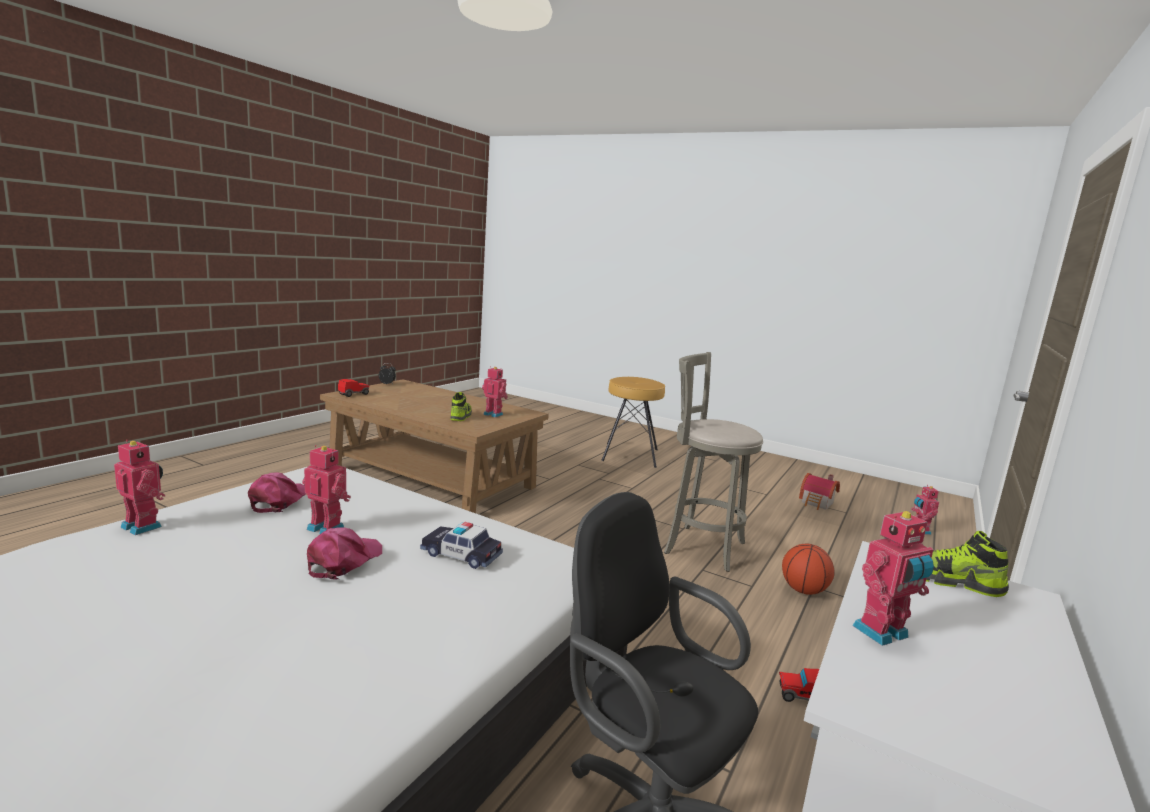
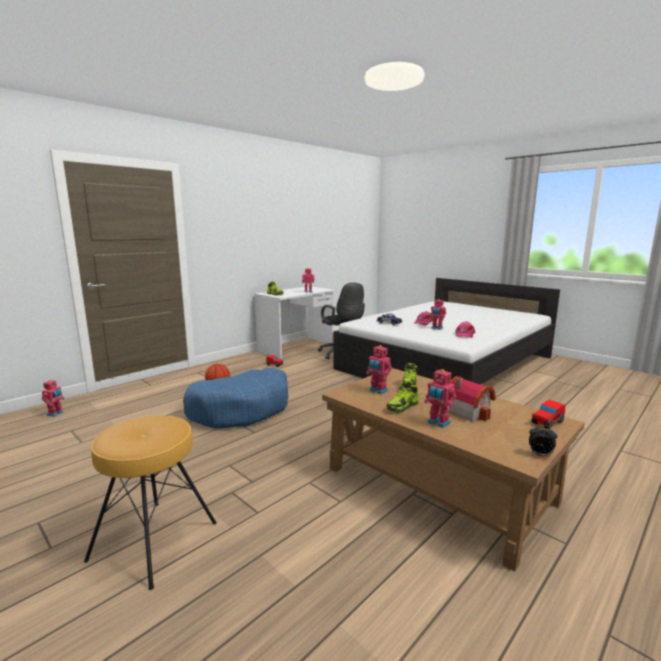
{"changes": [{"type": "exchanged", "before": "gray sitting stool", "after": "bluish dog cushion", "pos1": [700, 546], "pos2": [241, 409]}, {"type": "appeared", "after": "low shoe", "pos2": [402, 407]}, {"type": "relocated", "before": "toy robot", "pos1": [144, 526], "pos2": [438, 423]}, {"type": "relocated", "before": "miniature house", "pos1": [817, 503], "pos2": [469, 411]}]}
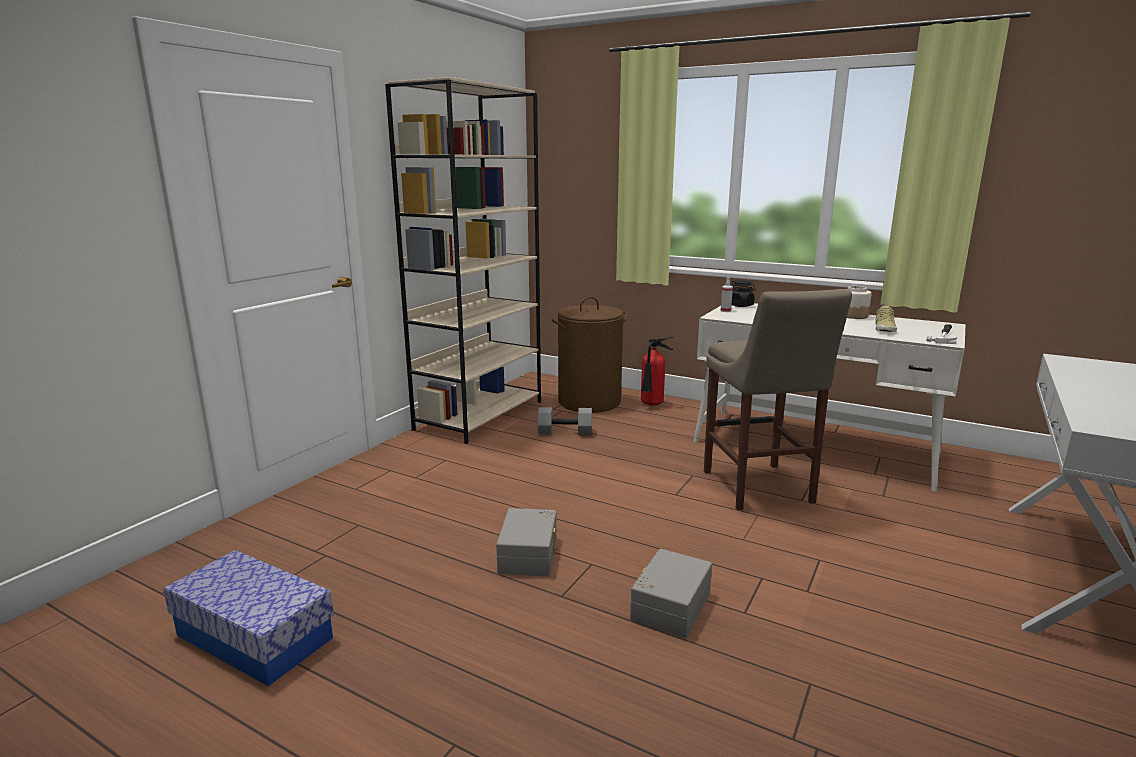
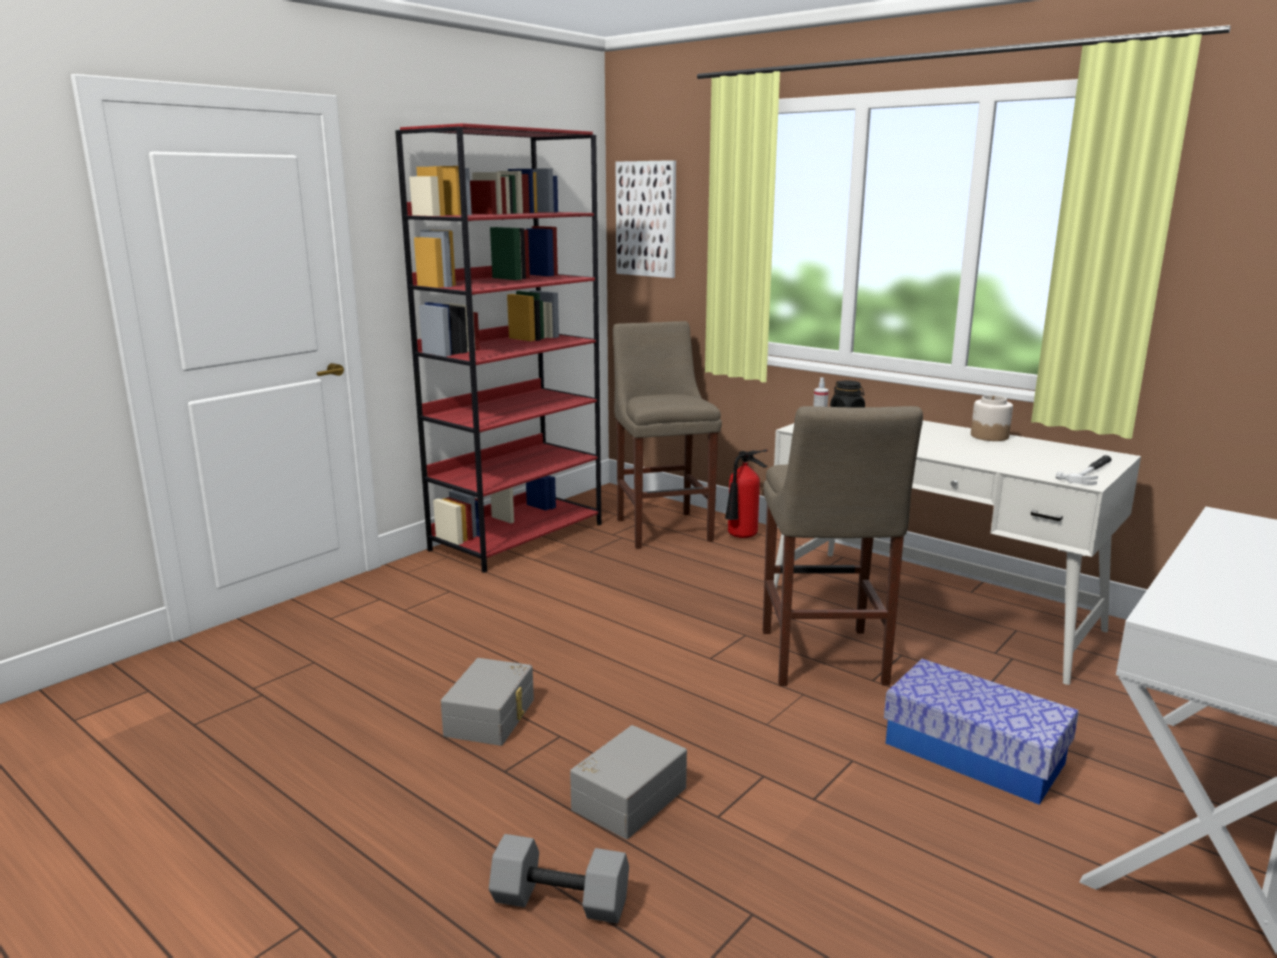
{"changes": [{"type": "colour", "before": "sand-coloured shelving unit", "after": "red shelving unit", "pos1": [479, 415], "pos2": [518, 536]}, {"type": "relocated", "before": "gray hand weight", "pos1": [565, 431], "pos2": [562, 900]}, {"type": "exchanged", "before": "brownish washing basket", "after": "sand-coloured sitting stool", "pos1": [589, 402], "pos2": [662, 528]}, {"type": "appeared", "after": "wall art", "pos2": [646, 219]}, {"type": "relocated", "before": "storage container", "pos1": [255, 636], "pos2": [974, 753]}, {"type": "missing", "before": "sand-coloured low shoe", "pos1": [885, 329]}]}
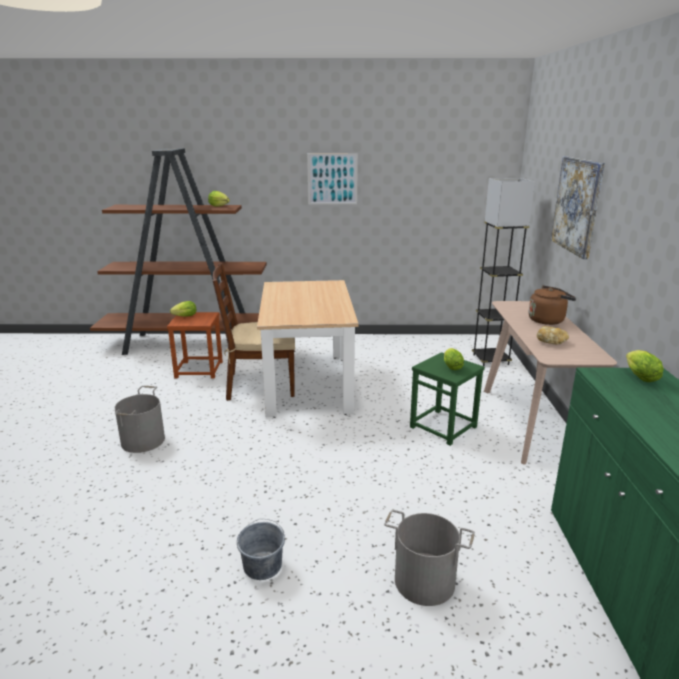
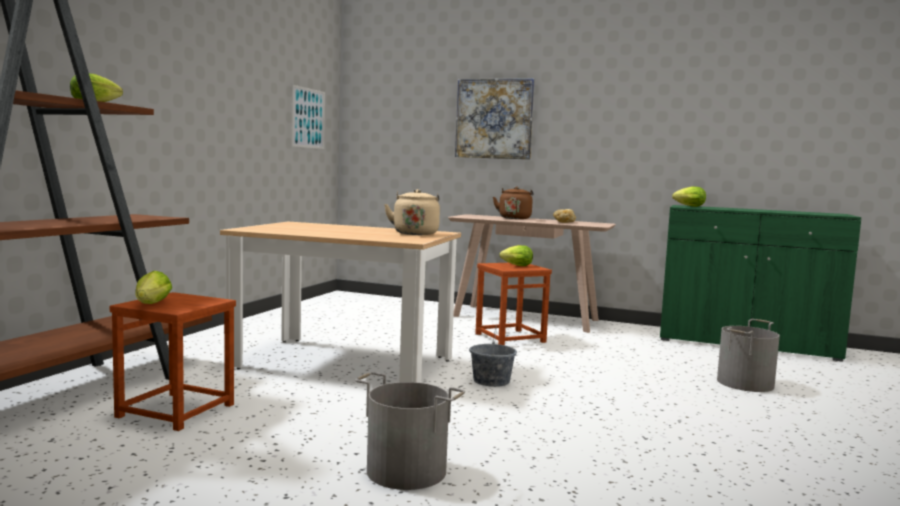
{"changes": [{"type": "relocated", "before": "wall art", "pos1": [332, 179], "pos2": [308, 118]}, {"type": "appeared", "after": "sand-coloured tea kettle", "pos2": [415, 233]}, {"type": "relocated", "before": "gray bucket", "pos1": [263, 566], "pos2": [491, 381]}, {"type": "colour", "before": "greenish sitting stool", "after": "brownish sitting stool", "pos1": [443, 427], "pos2": [510, 338]}, {"type": "missing", "before": "brownish plain chair", "pos1": [260, 385]}, {"type": "missing", "before": "gray standing lamp", "pos1": [490, 360]}]}
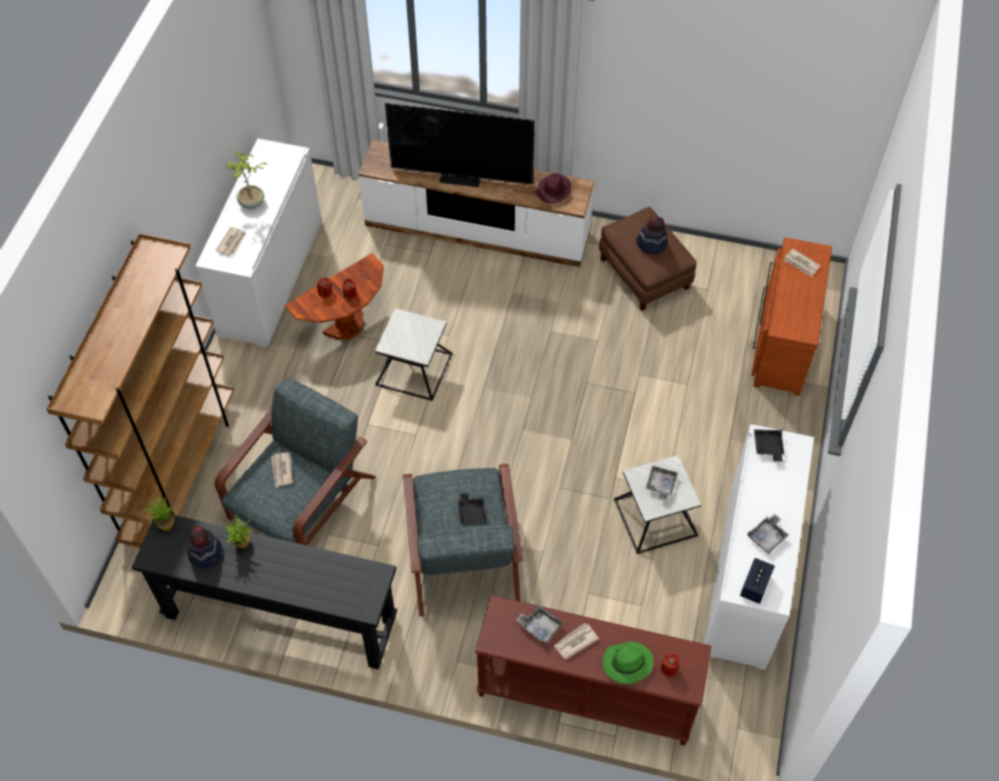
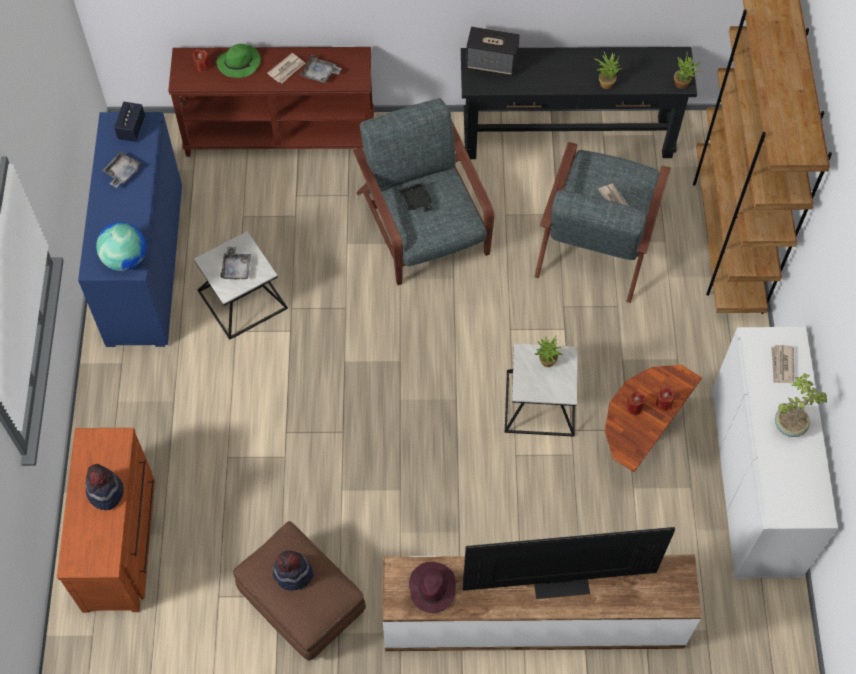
{"changes": [{"type": "colour", "before": "white-coloured storage cabinet", "after": "bluish storage cabinet", "pos1": [747, 575], "pos2": [145, 264]}, {"type": "relocated", "before": "clothing hat", "pos1": [206, 552], "pos2": [105, 492]}, {"type": "exchanged", "before": "black carrying tray", "after": "desk globe", "pos1": [768, 447], "pos2": [125, 259]}, {"type": "appeared", "after": "speaker", "pos2": [492, 64]}, {"type": "appeared", "after": "potted plant", "pos2": [546, 363]}, {"type": "missing", "before": "printed paper", "pos1": [801, 264]}]}
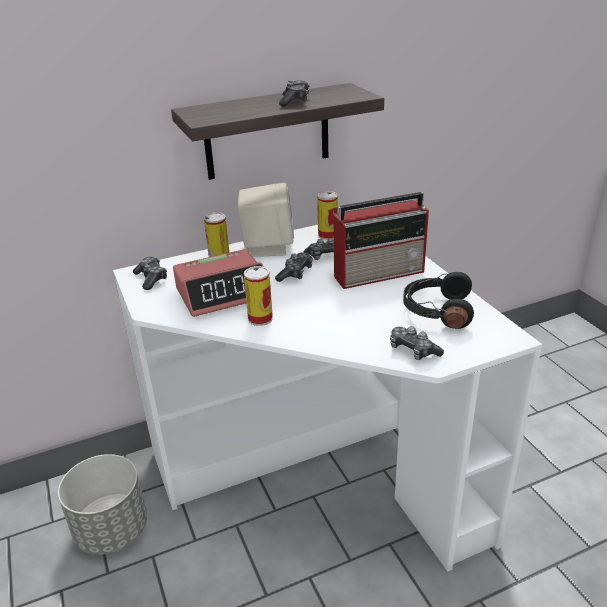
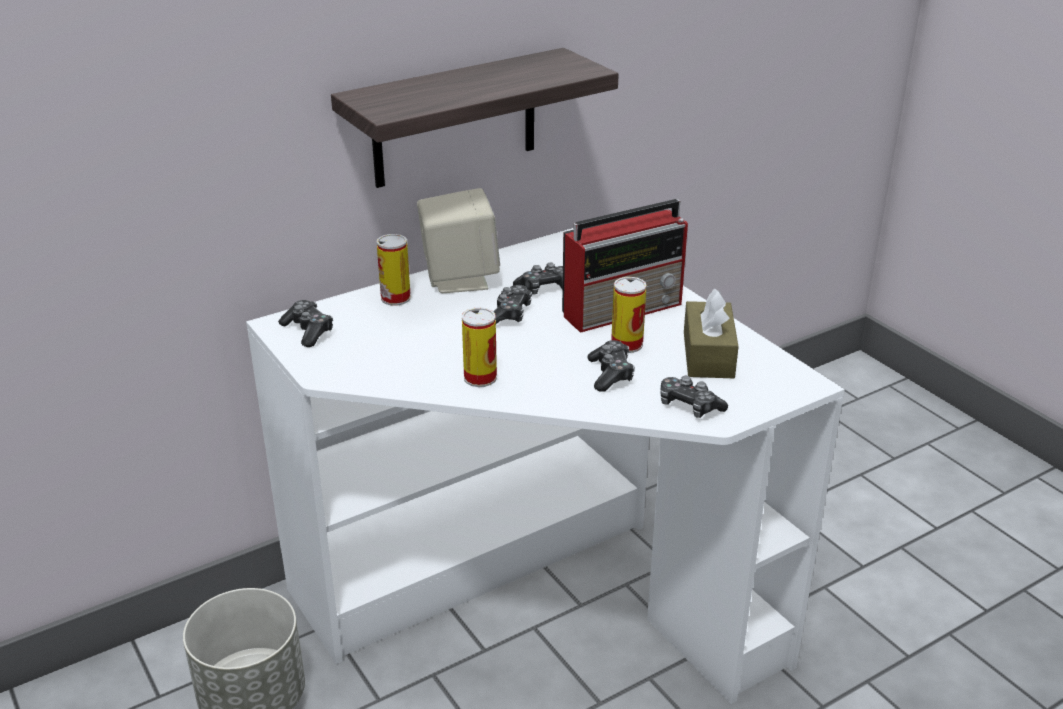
{"changes": [{"type": "relocated", "before": "game controller", "pos1": [295, 101], "pos2": [610, 374]}, {"type": "relocated", "before": "sealed can", "pos1": [328, 235], "pos2": [627, 344]}, {"type": "exchanged", "before": "black pair of headphones", "after": "brownish box of tissues", "pos1": [437, 310], "pos2": [708, 355]}, {"type": "missing", "before": "alarm clock", "pos1": [222, 293]}]}
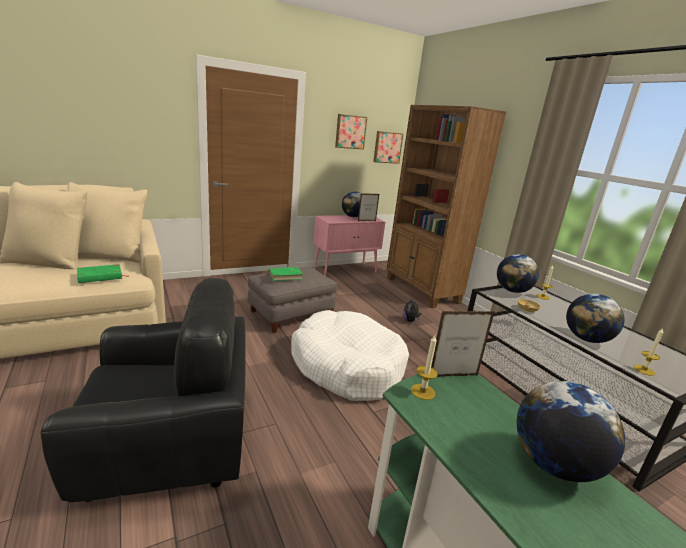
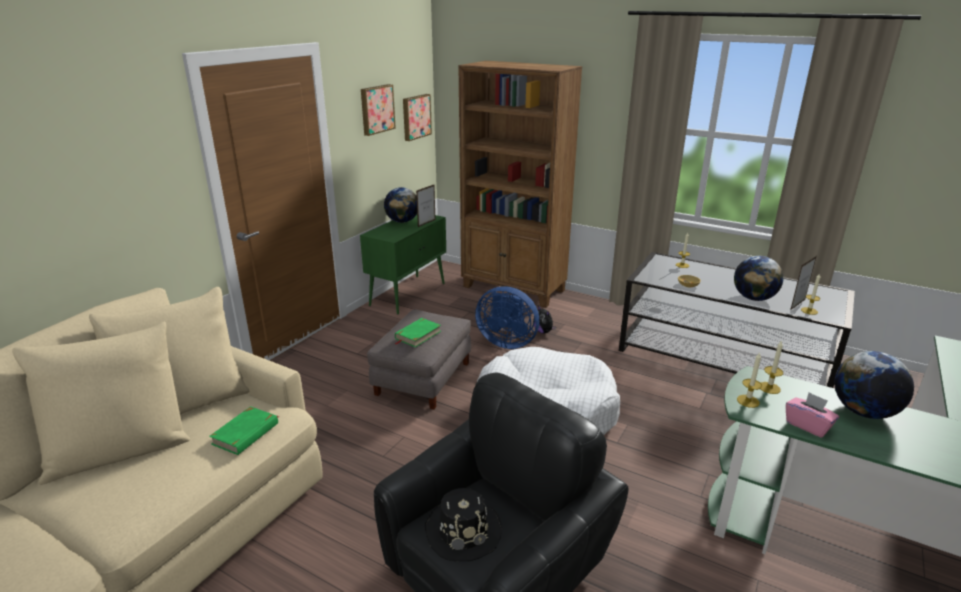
{"changes": [{"type": "colour", "before": "pink storage cabinet", "after": "greenish storage cabinet", "pos1": [345, 270], "pos2": [408, 294]}, {"type": "appeared", "after": "black clothing hat", "pos2": [463, 531]}, {"type": "appeared", "after": "bluish fan", "pos2": [507, 342]}, {"type": "appeared", "after": "wax light", "pos2": [769, 388]}, {"type": "appeared", "after": "pink box of tissues", "pos2": [808, 425]}, {"type": "relocated", "before": "photo frame", "pos1": [453, 376], "pos2": [797, 305]}, {"type": "missing", "before": "desk globe", "pos1": [512, 291]}]}
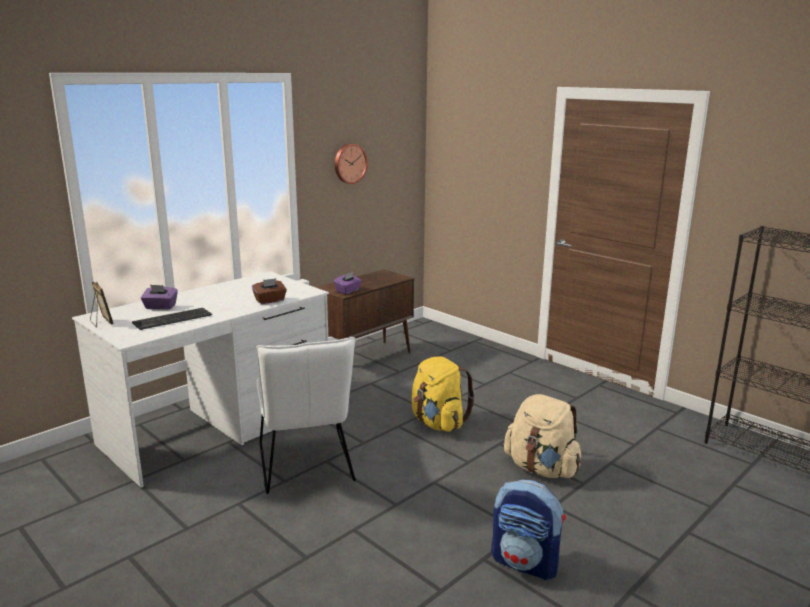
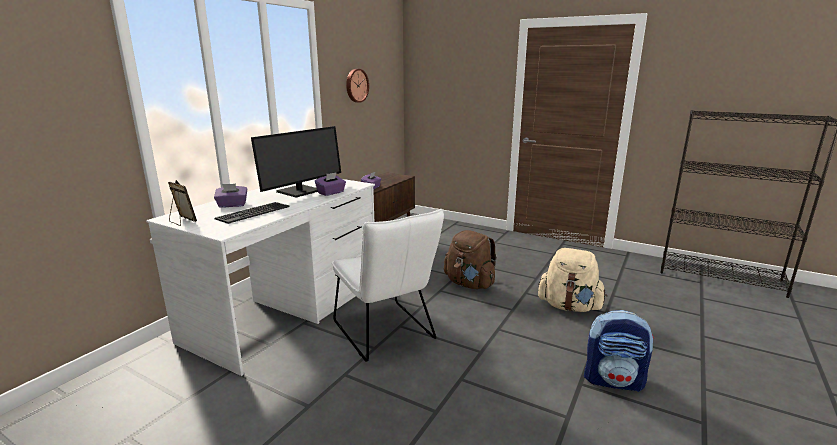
{"changes": [{"type": "appeared", "after": "computer screen", "pos2": [300, 191]}, {"type": "colour", "before": "brownish box of tissues", "after": "purplish box of tissues", "pos1": [270, 300], "pos2": [331, 193]}, {"type": "colour", "before": "yellowish rucksack", "after": "brownish rucksack", "pos1": [438, 423], "pos2": [469, 284]}]}
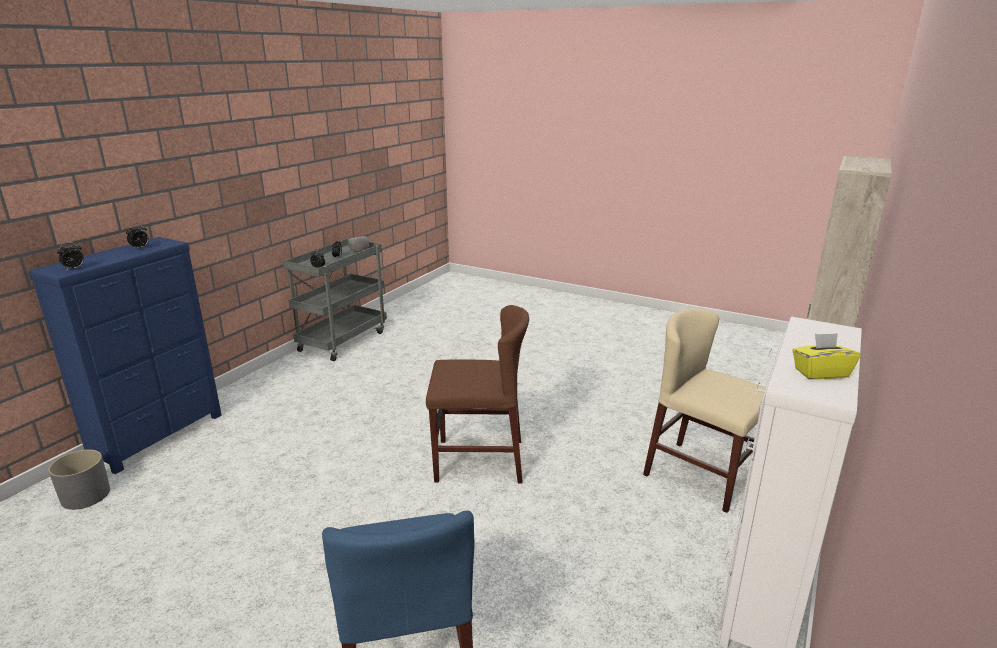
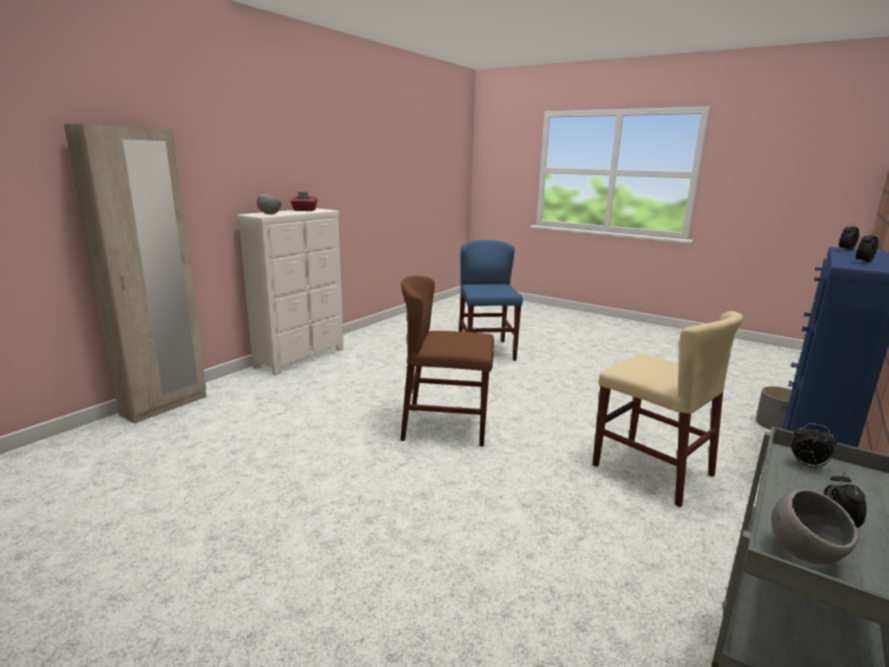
{"changes": [{"type": "appeared", "after": "gray bowl", "pos2": [269, 214]}, {"type": "colour", "before": "yellowish box of tissues", "after": "red box of tissues", "pos1": [820, 373], "pos2": [304, 210]}, {"type": "relocated", "before": "sand-coloured plain chair", "pos1": [700, 475], "pos2": [652, 470]}]}
